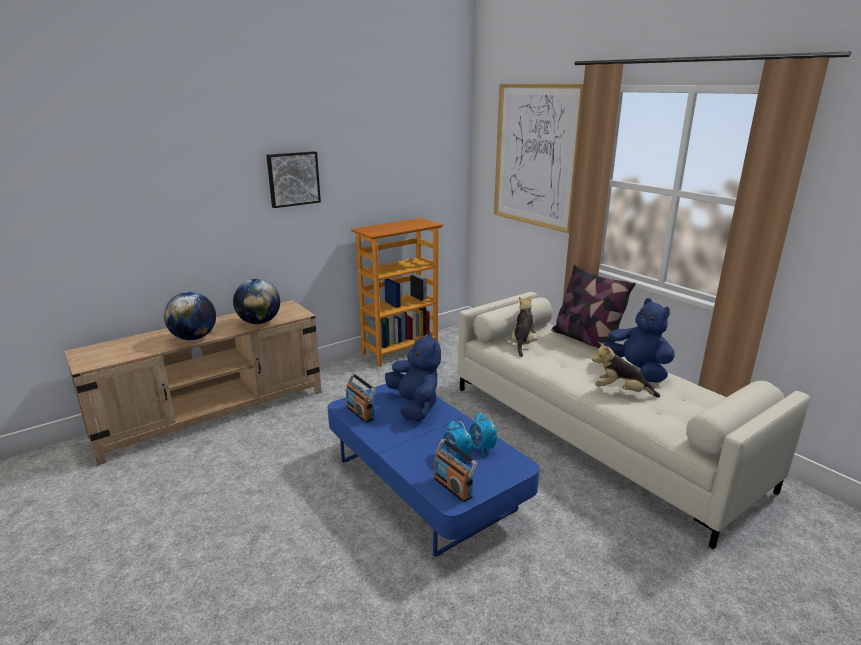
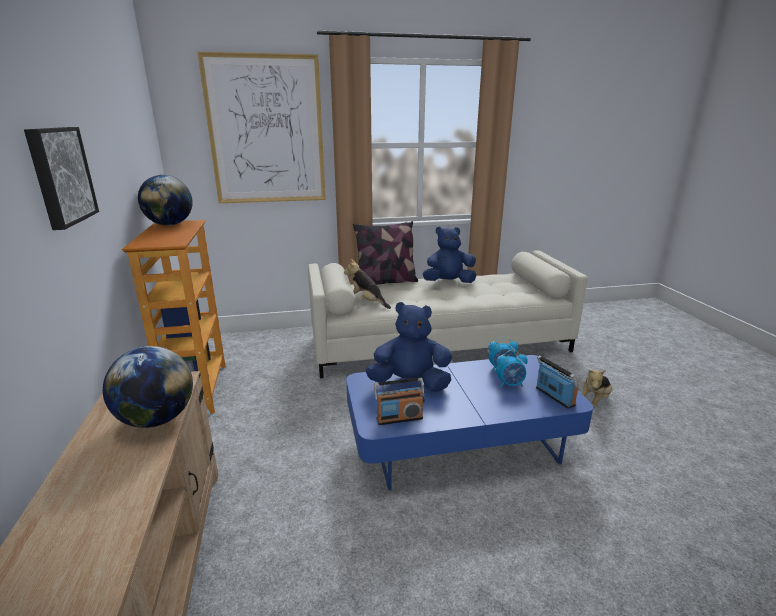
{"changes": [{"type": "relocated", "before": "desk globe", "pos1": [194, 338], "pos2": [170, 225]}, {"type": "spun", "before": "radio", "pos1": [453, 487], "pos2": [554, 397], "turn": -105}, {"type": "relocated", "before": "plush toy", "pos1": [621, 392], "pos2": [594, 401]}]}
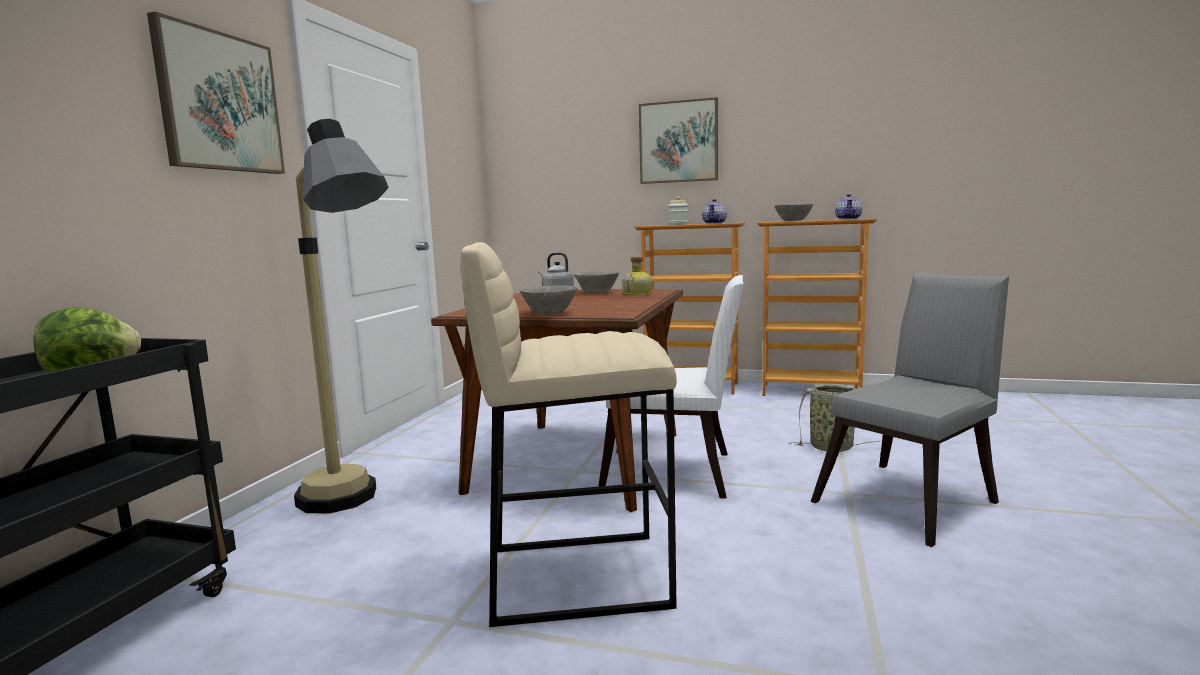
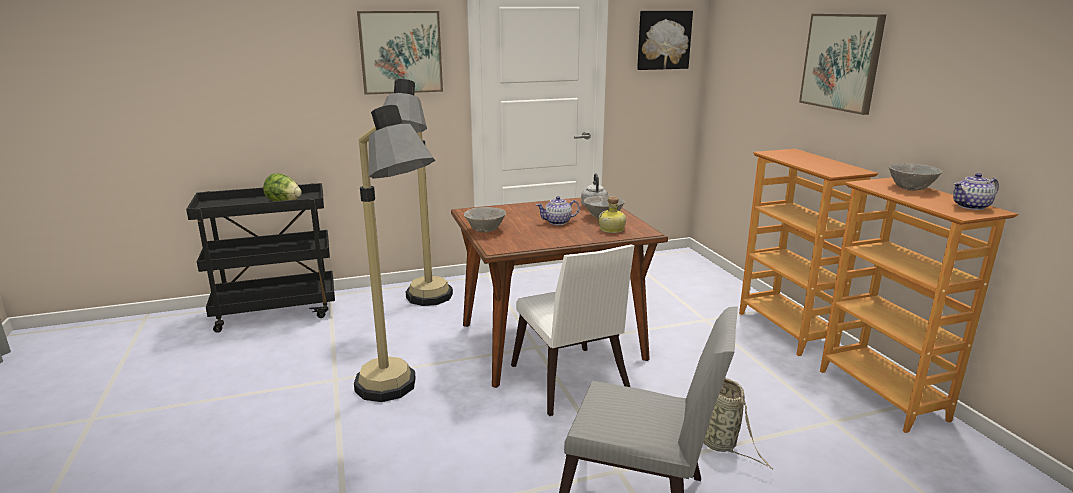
{"changes": [{"type": "exchanged", "before": "sand-coloured sitting stool", "after": "standing lamp", "pos1": [578, 575], "pos2": [400, 397]}, {"type": "relocated", "before": "pot for tea", "pos1": [714, 223], "pos2": [558, 222]}, {"type": "appeared", "after": "wall art", "pos2": [663, 40]}, {"type": "missing", "before": "storage jar", "pos1": [678, 224]}]}
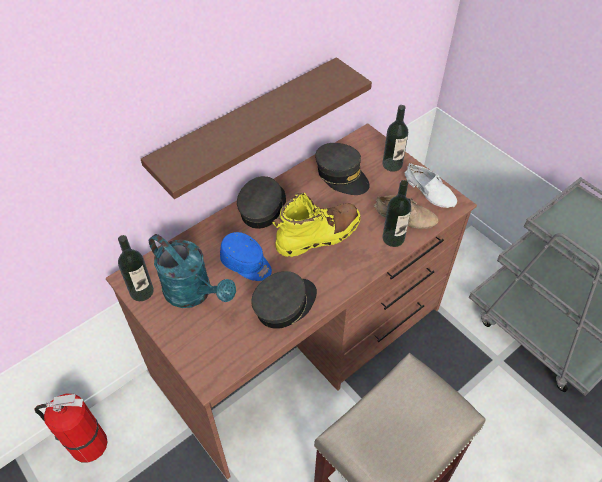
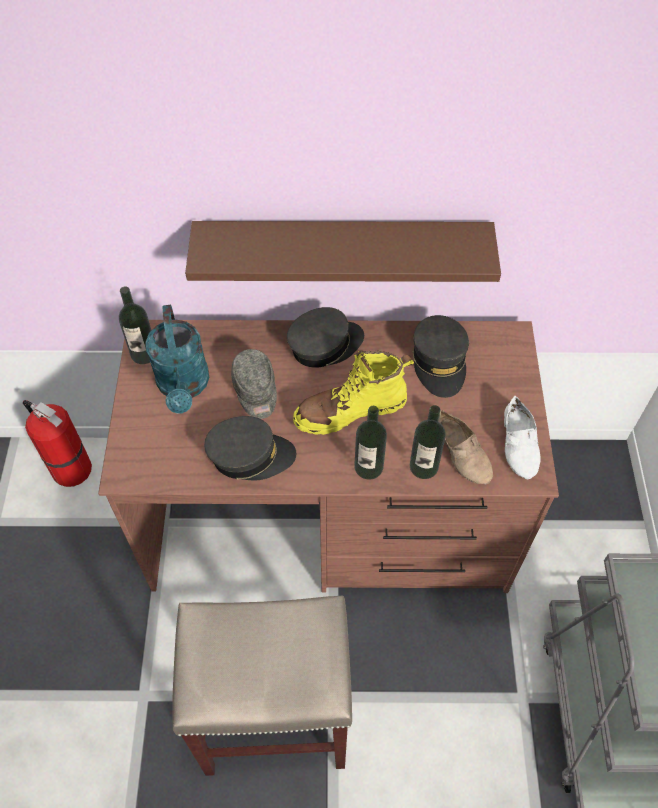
{"changes": [{"type": "colour", "before": "bluish cap", "after": "gray cap", "pos1": [246, 263], "pos2": [256, 391]}, {"type": "spun", "before": "yellowish high-top boot", "pos1": [318, 235], "pos2": [350, 410], "turn": 150}, {"type": "relocated", "before": "bottle", "pos1": [392, 164], "pos2": [368, 467]}]}
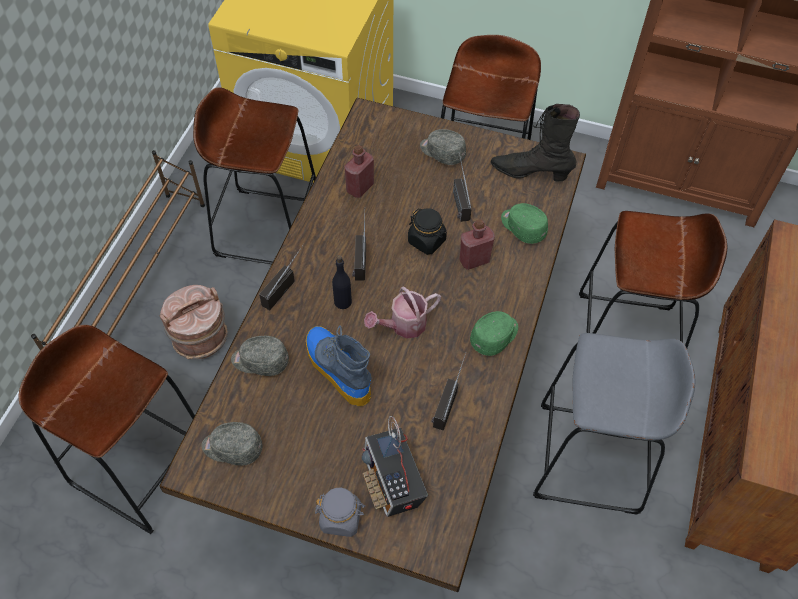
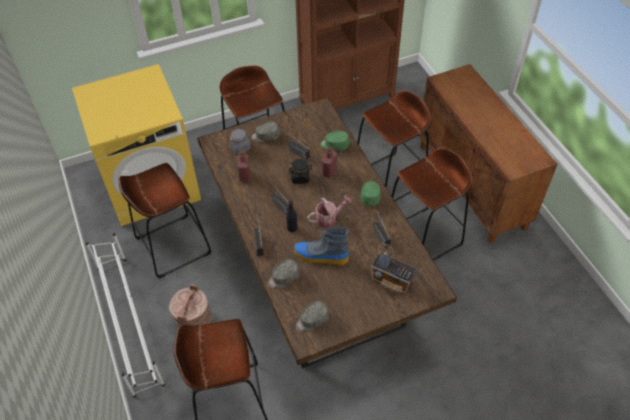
{"changes": [{"type": "colour", "before": "brownish shoe shelf", "after": "white-coloured shoe shelf", "pos1": [136, 283], "pos2": [129, 322]}, {"type": "relocated", "before": "gray storage jar", "pos1": [341, 518], "pos2": [240, 148]}, {"type": "spun", "before": "watering pot", "pos1": [403, 325], "pos2": [329, 218], "turn": -135}, {"type": "colour", "before": "gray sitting stool", "after": "brownish sitting stool", "pos1": [589, 458], "pos2": [423, 238]}, {"type": "missing", "before": "black high-top boot", "pos1": [530, 172]}]}
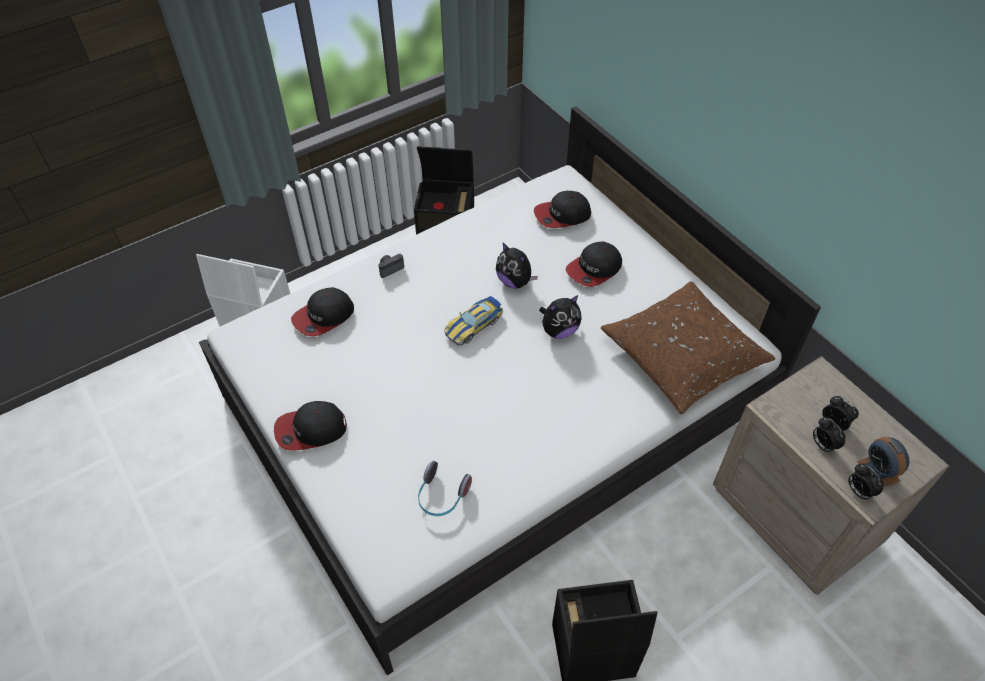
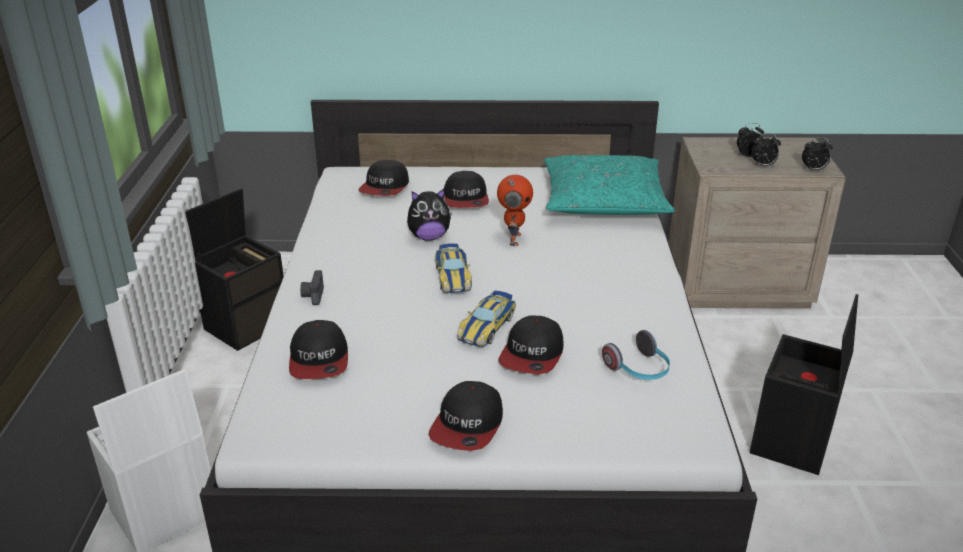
{"changes": [{"type": "appeared", "after": "miniature car", "pos2": [487, 326]}, {"type": "exchanged", "before": "plush toy", "after": "toy robot", "pos1": [559, 330], "pos2": [513, 239]}, {"type": "appeared", "after": "cap", "pos2": [532, 354]}, {"type": "colour", "before": "brownish throw pillow", "after": "blue-green throw pillow", "pos1": [682, 355], "pos2": [603, 200]}, {"type": "missing", "before": "alarm clock", "pos1": [878, 471]}]}
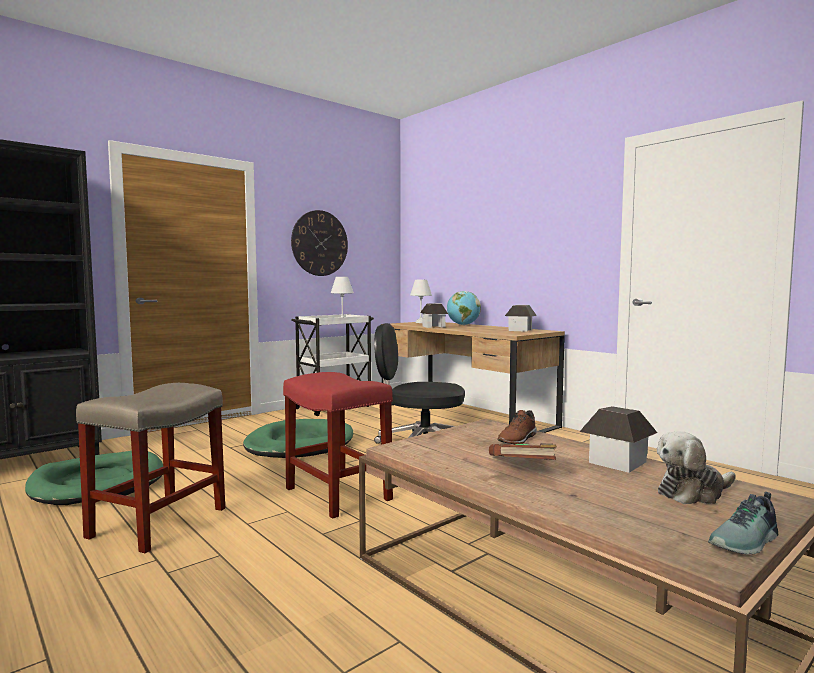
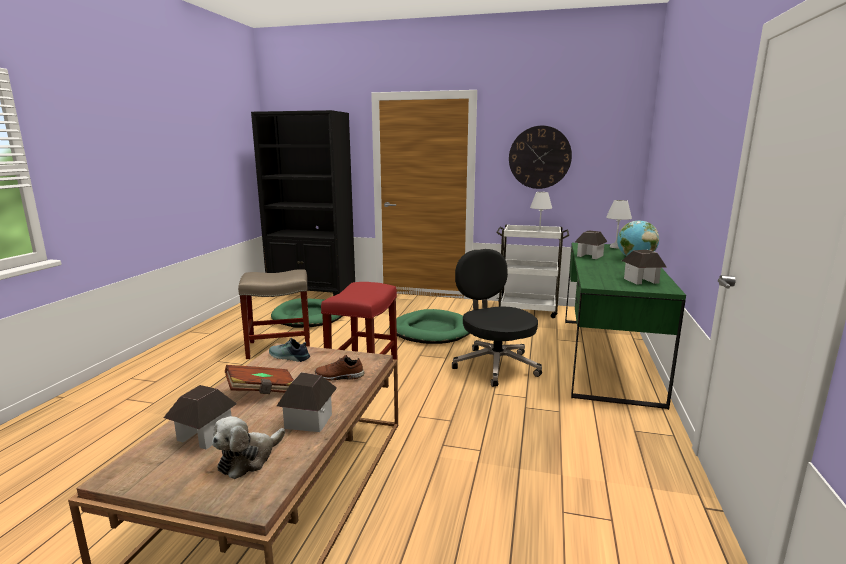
{"changes": [{"type": "appeared", "after": "miniature house", "pos2": [204, 435]}, {"type": "spun", "before": "plush toy", "pos1": [693, 493], "pos2": [248, 459], "turn": -90}, {"type": "relocated", "before": "low shoe", "pos1": [747, 542], "pos2": [288, 357]}, {"type": "colour", "before": "brownish desk", "after": "greenish desk", "pos1": [464, 416], "pos2": [606, 356]}]}
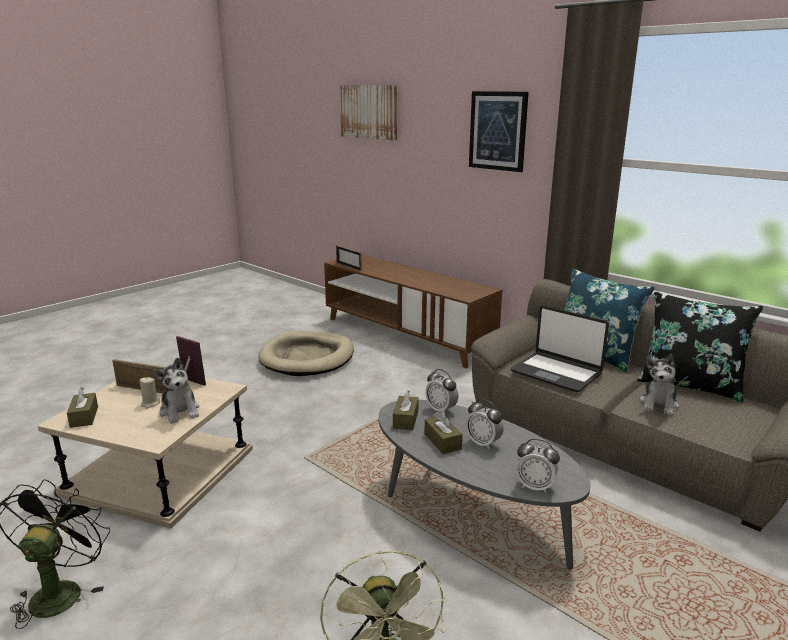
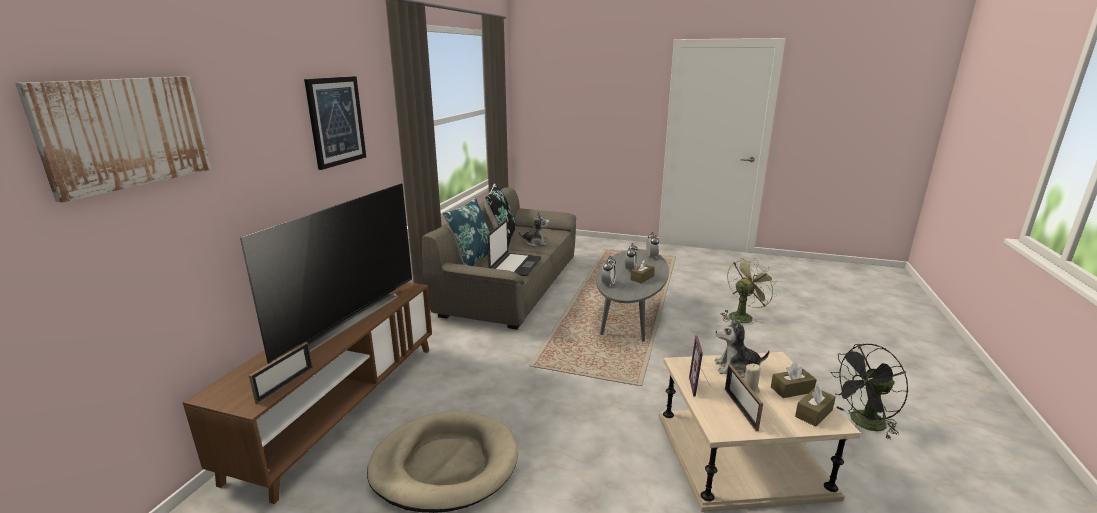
{"changes": [{"type": "appeared", "after": "television", "pos2": [345, 318]}, {"type": "spun", "before": "plush toy", "pos1": [180, 411], "pos2": [736, 368], "turn": -120}, {"type": "relocated", "before": "brownish box of tissues", "pos1": [405, 419], "pos2": [792, 390]}]}
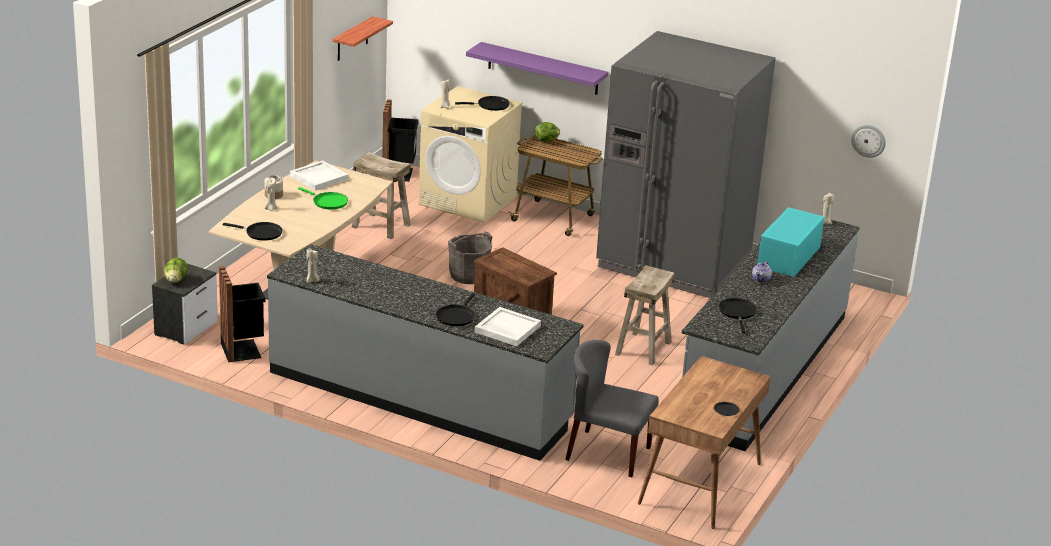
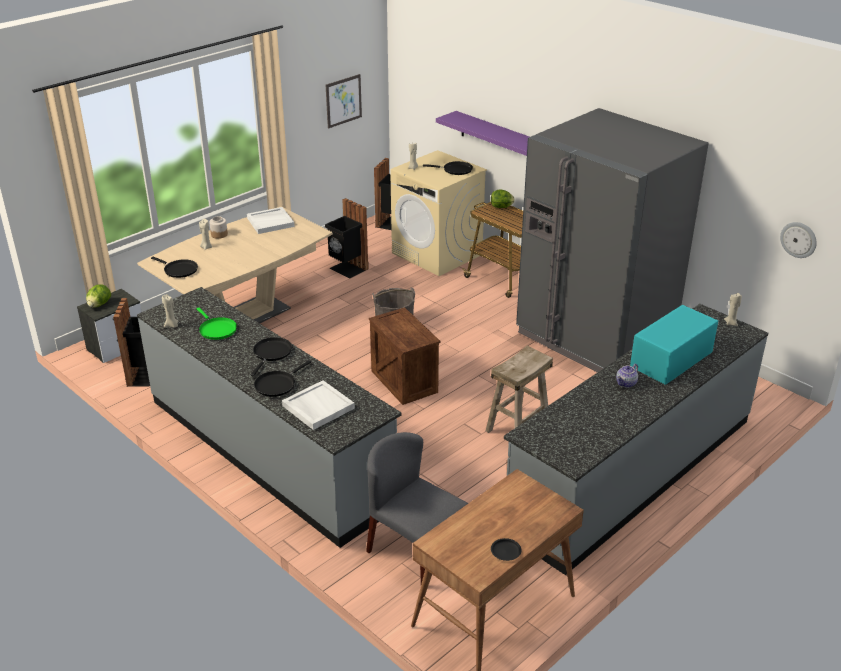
{"changes": [{"type": "relocated", "before": "greenish pan", "pos1": [328, 202], "pos2": [216, 329]}, {"type": "relocated", "before": "black pan", "pos1": [737, 313], "pos2": [271, 353]}, {"type": "exchanged", "before": "sand-coloured sitting stool", "after": "black trash can", "pos1": [381, 226], "pos2": [347, 269]}, {"type": "exchanged", "before": "wall shelf", "after": "wall art", "pos1": [352, 39], "pos2": [343, 101]}]}
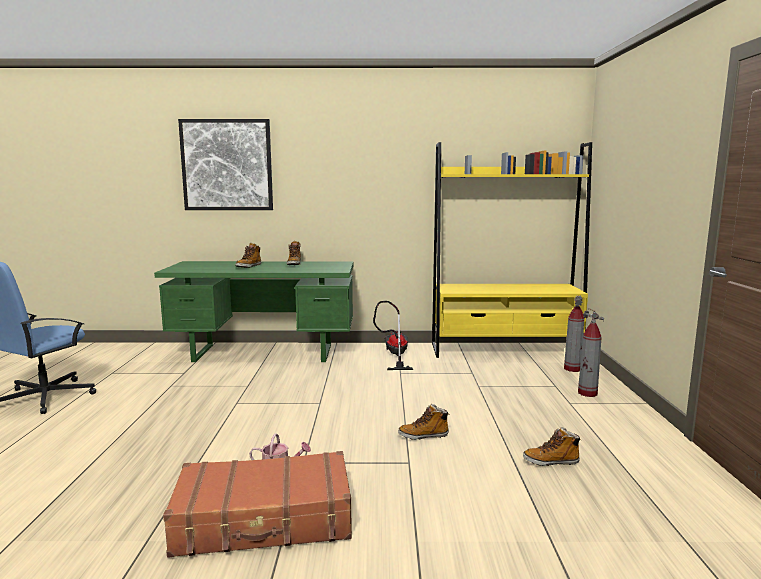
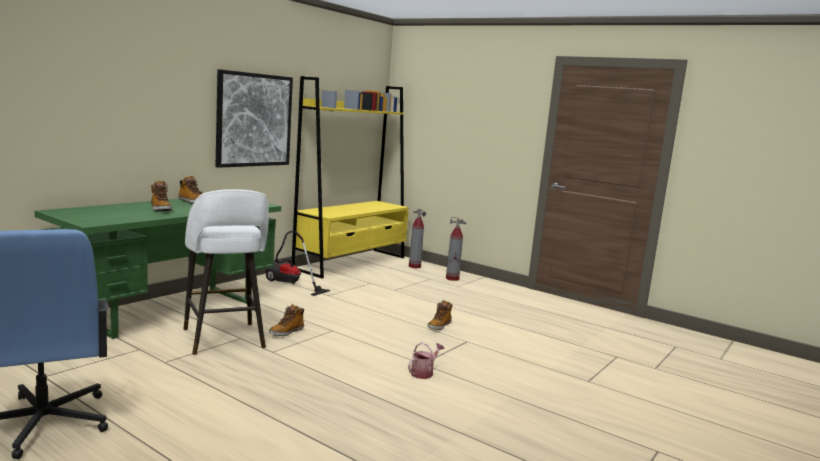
{"changes": [{"type": "appeared", "after": "white-coloured sitting stool", "pos2": [224, 339]}, {"type": "relocated", "before": "wall art", "pos1": [227, 165], "pos2": [254, 120]}, {"type": "relocated", "before": "high-top boot", "pos1": [551, 461], "pos2": [286, 332]}, {"type": "missing", "before": "brownish travel case", "pos1": [264, 520]}]}
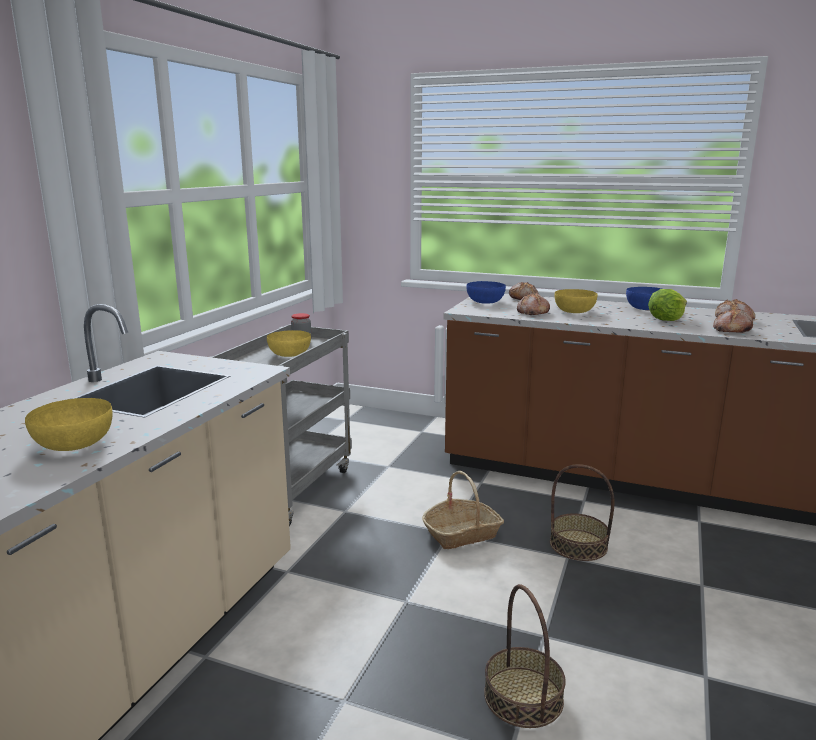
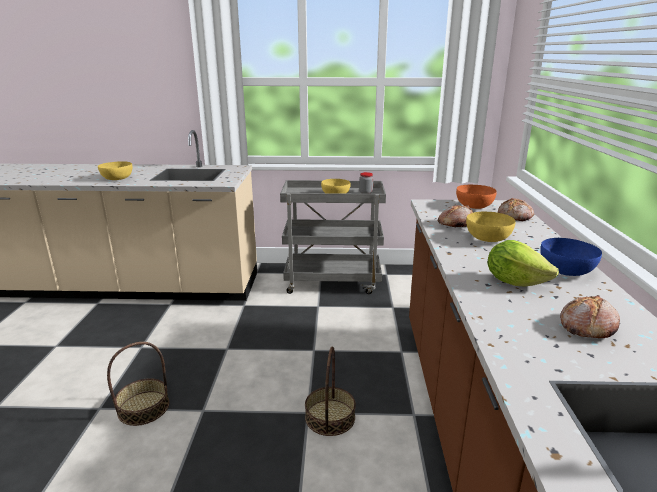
{"changes": [{"type": "colour", "before": "bluish bowl", "after": "orangey bowl", "pos1": [484, 302], "pos2": [474, 206]}, {"type": "missing", "before": "storage basket", "pos1": [462, 533]}, {"type": "missing", "before": "baked bread", "pos1": [731, 330]}]}
